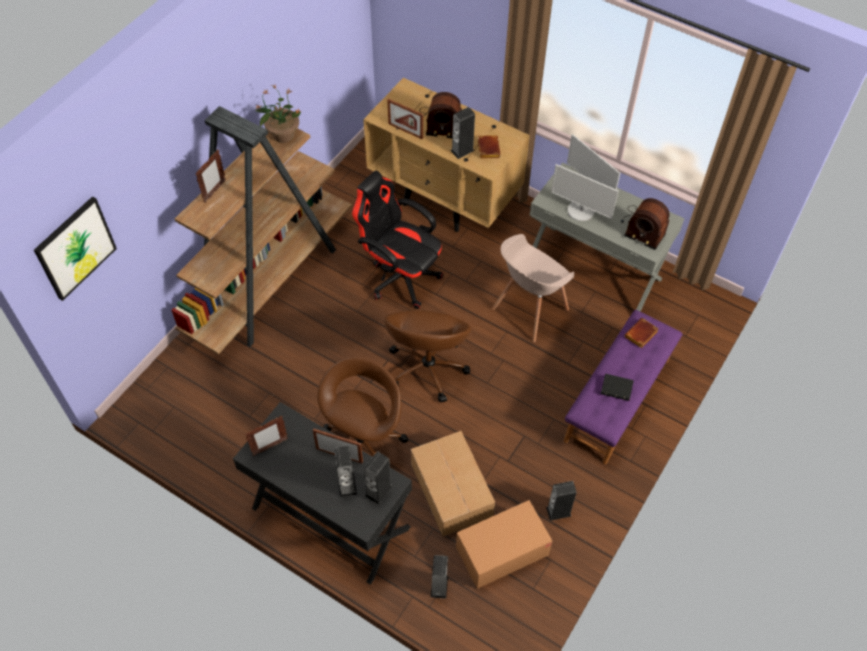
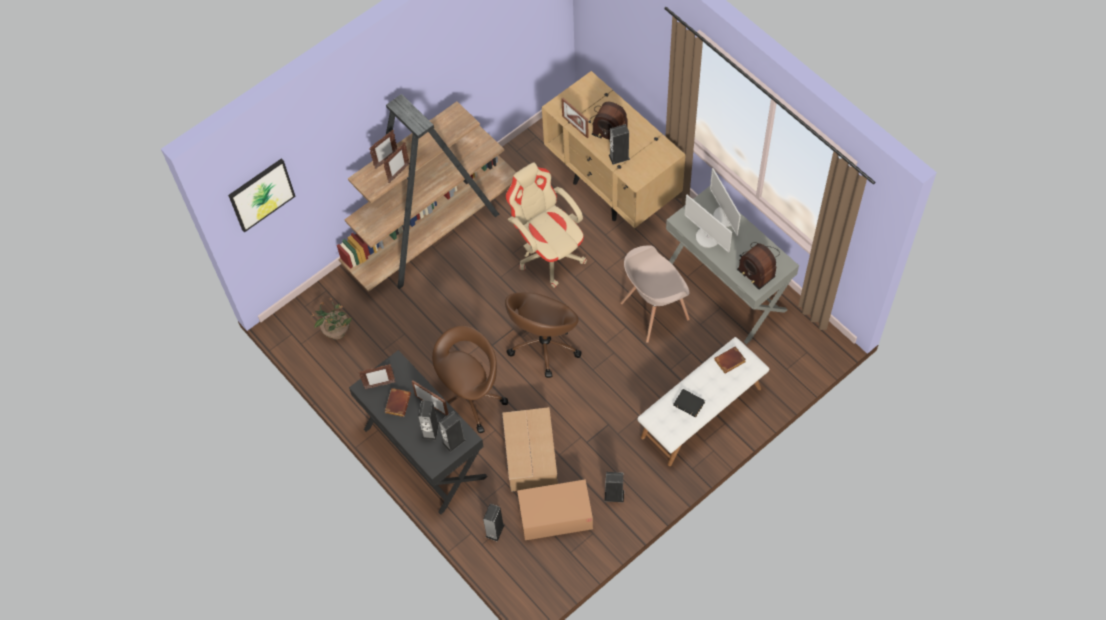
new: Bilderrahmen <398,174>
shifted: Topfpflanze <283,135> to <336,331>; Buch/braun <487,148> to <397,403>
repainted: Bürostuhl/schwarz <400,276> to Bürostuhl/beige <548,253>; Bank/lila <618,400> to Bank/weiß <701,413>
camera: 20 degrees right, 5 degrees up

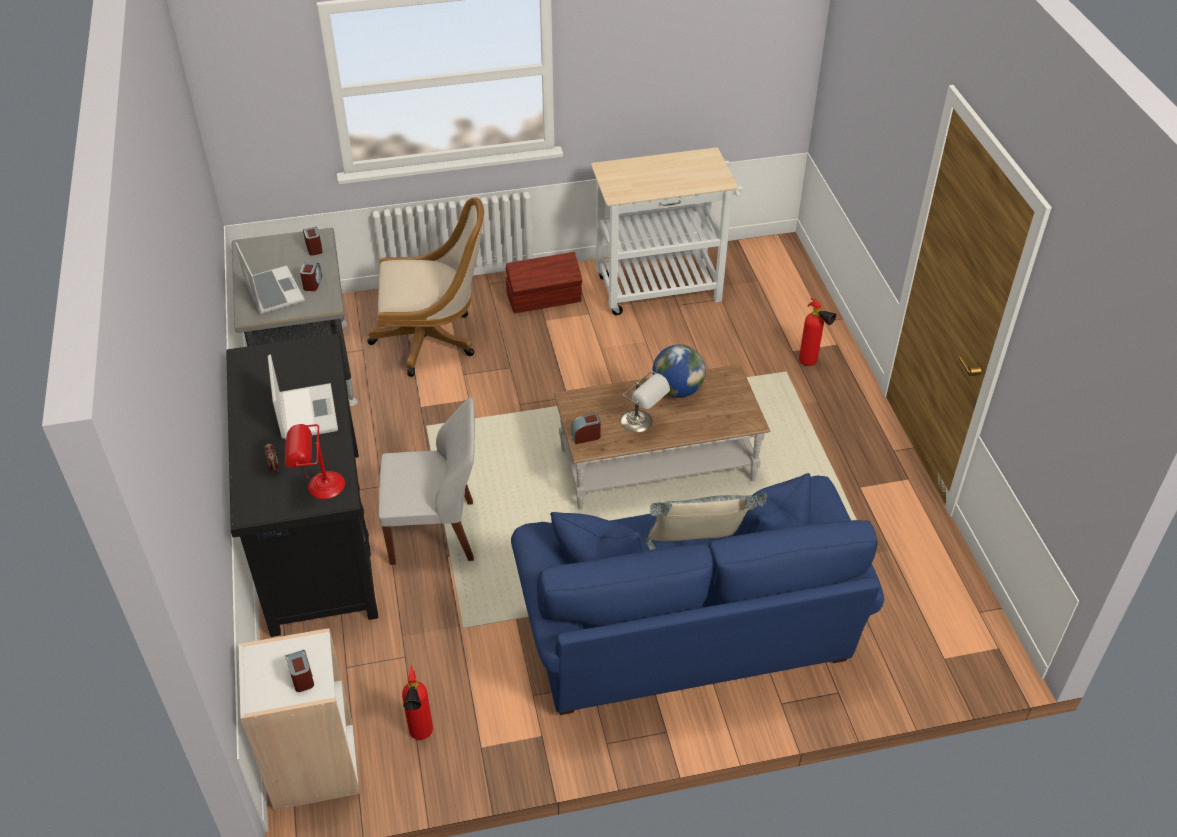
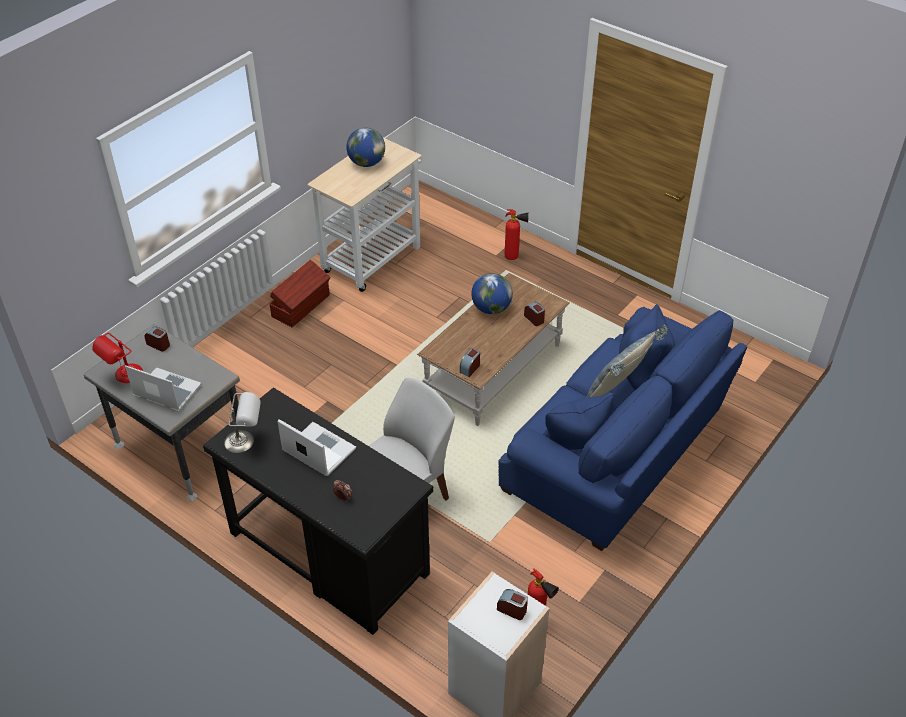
gone: Bürostuhl <433,339>
new: Globus <366,163>
shifted: Wecker <312,283> to <534,319>; Tischlampe/weiß <642,423> to <245,440>; Tischlampe/rot <318,486> to <124,376>
camera: 40 degrees left, 0 degrees up

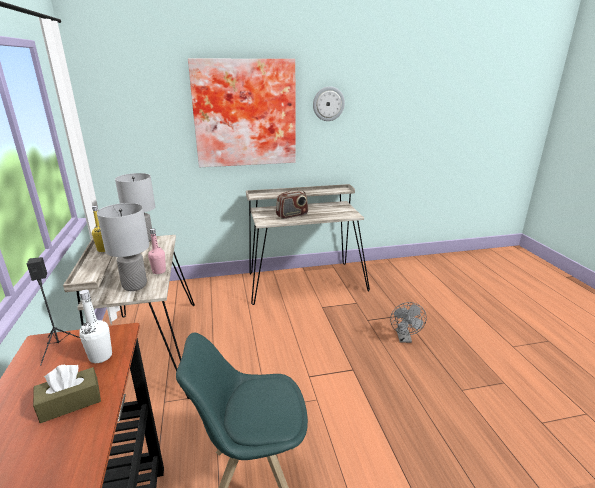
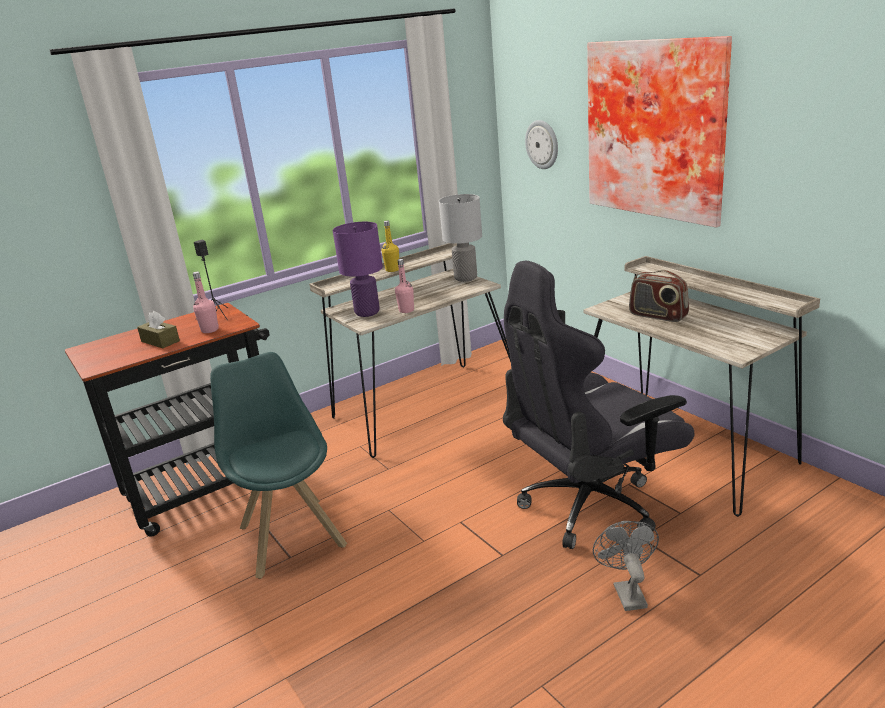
new: Bürostuhl/schwarz <595,503>
shifted: Wanduhr <328,104> to <542,144>
repainted: Tischlampe/grau <134,287> to Tischlampe/lila <367,314>; Flasche/weiß <100,356> to Flasche/rosa <210,330>
rotated: Ventilator/grau <404,339> = <627,592> 105 degrees clockwise
camera: 70 degrees right, 0 degrees up

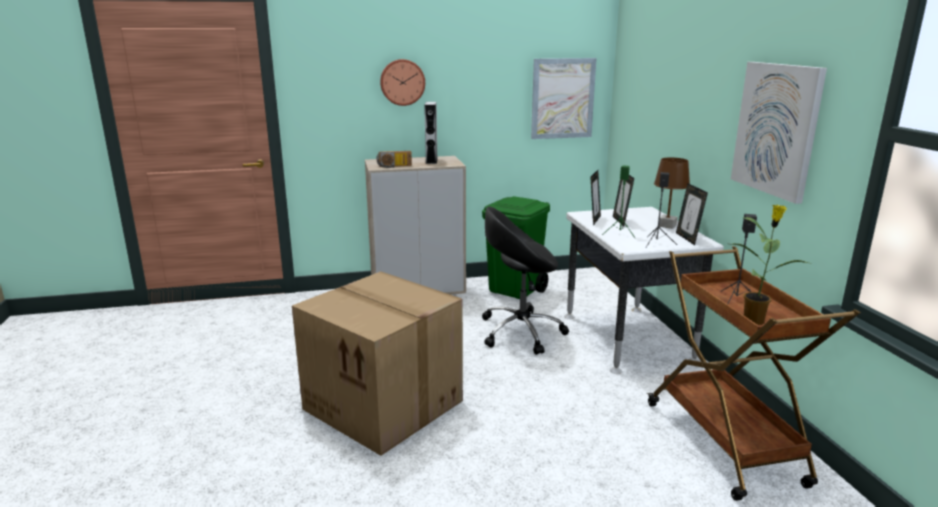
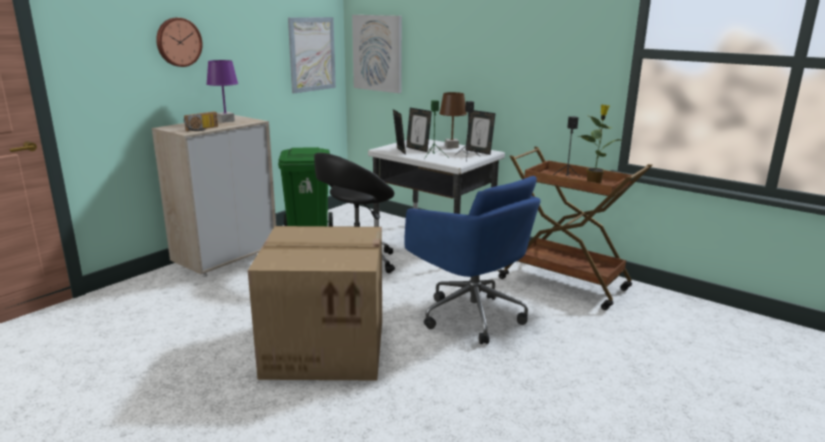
new: Bürostuhl/blau <468,315>
shifted: Bild <776,129> to <378,53>
swapped: Lautsprecher/grau <431,161> to Tischlampe/lila <226,121>
camera: 40 degrees left, 0 degrees up

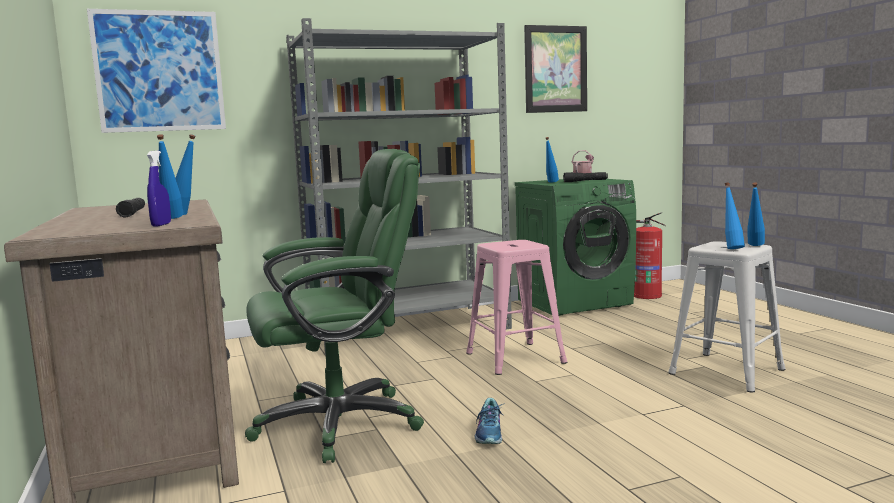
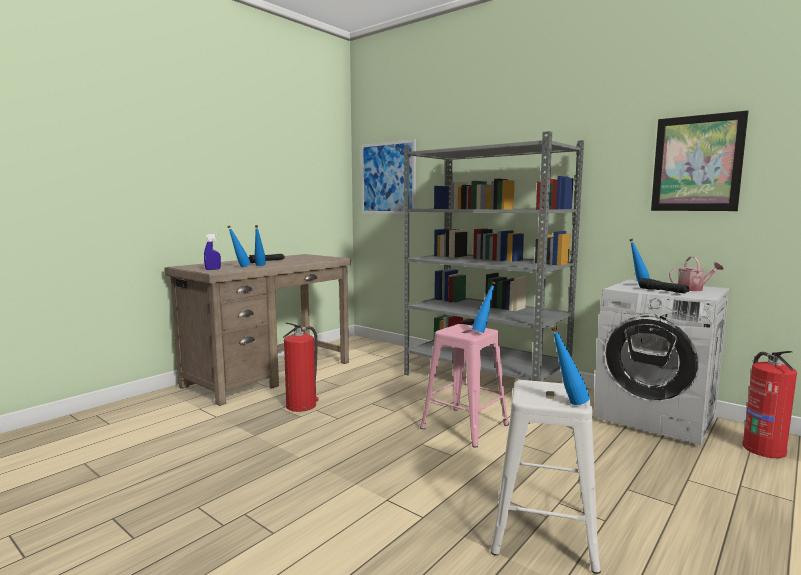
gone: Schuh <490,433>
shifted: Flasche/blau <731,248> to <483,332>
swapped: Bürostuhl/grün <338,423> to Feuerlöscher <302,405>
repainted: Waschmaschine/grün <574,304> to Waschmaschine/weiß <655,420>
camera: 60 degrees right, 0 degrees up

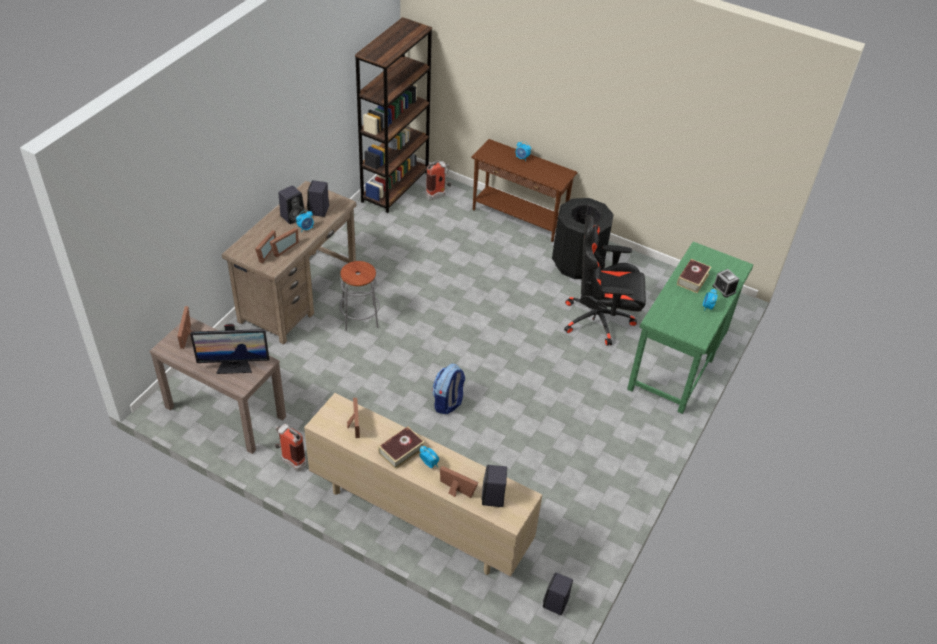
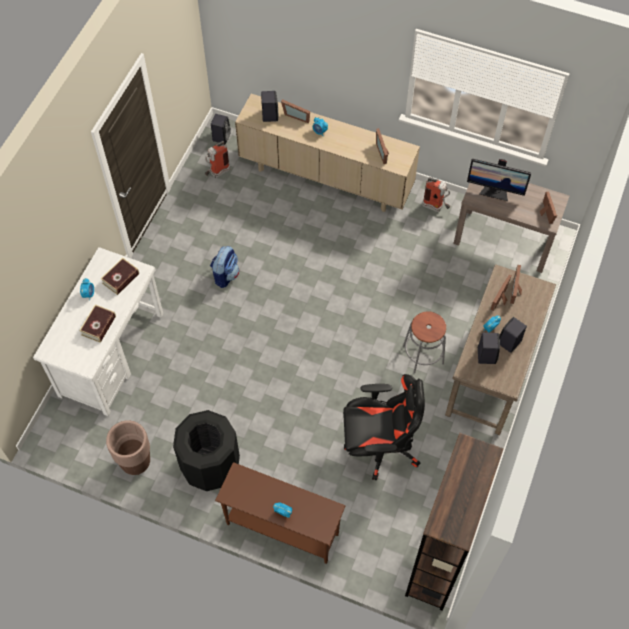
gone: Wecker <724,289>
new: Pflanzkübel/braun <135,462>
shifted: Feuerlöscher <438,195> to <217,173>; Bürostuhl/schwarz <602,321> to <378,447>; Rucksack <448,402> to <225,275>; Buch <401,451> to <121,278>
repainted: Schreibtisch/grün <679,360> to Schreibtisch/weiß <111,354>
rotated: Monitor <234,366> = <494,191> 150 degrees counterclockwise
camera: 175 degrees right, 15 degrees up

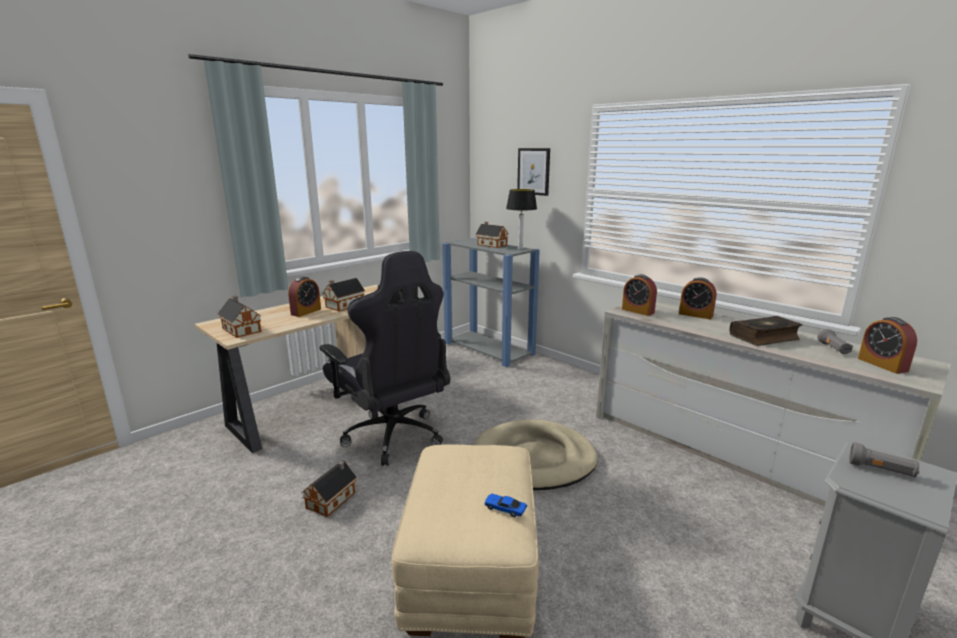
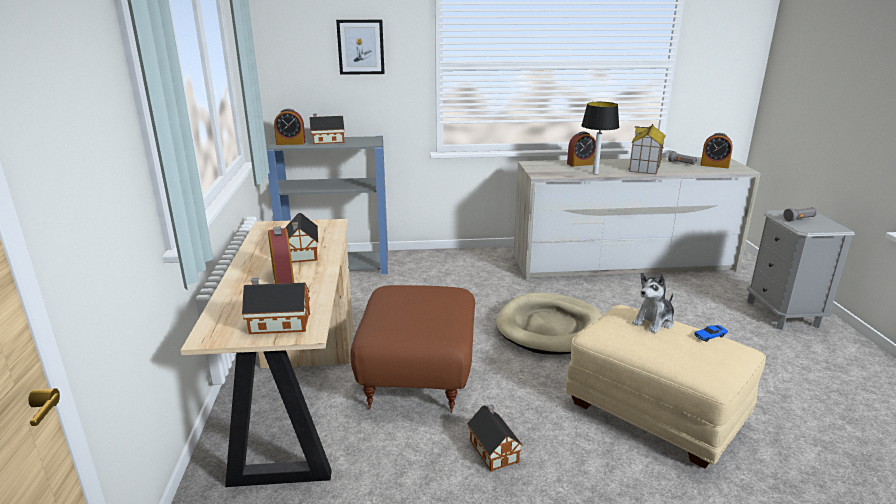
new: Plüschtier <654,322>
shifted: Tischlampe <520,249> to <595,173>; Wecker <637,311> to <291,143>
swapped: Bürostuhl/schwarz <390,434> to Polsterhocker/braun <419,377>; Buch <764,337> to Spielzeughaus <645,167>
camera: 50 degrees left, 5 degrees up

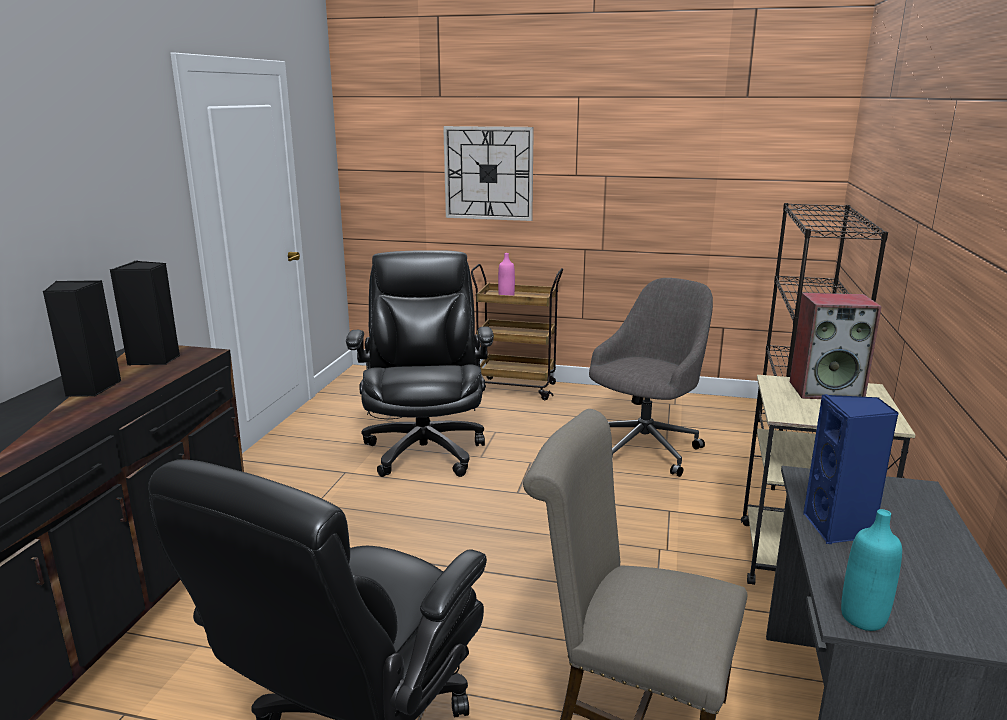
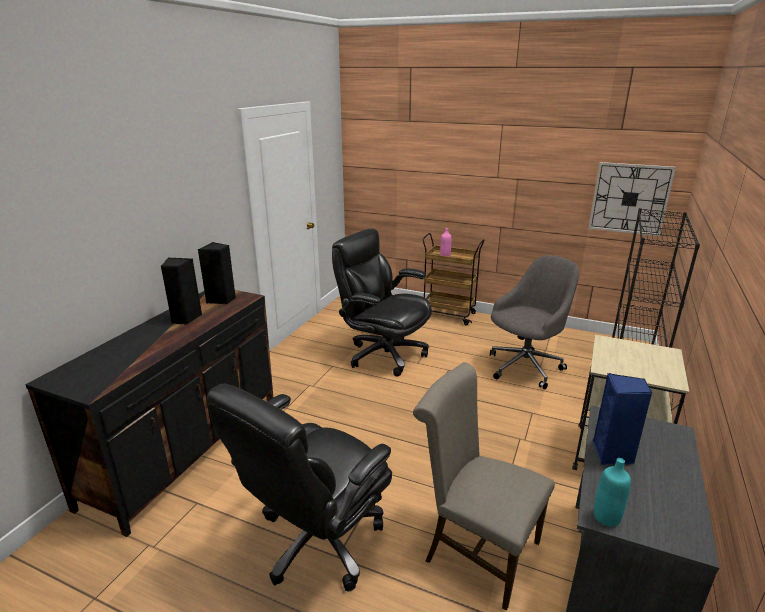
gone: Lautsprecher <826,390>
shifted: Wanduhr <488,173> to <629,198>
rotated: Bürostuhl/schwarz <425,449> = <383,354> 60 degrees counterclockwise
camera: 10 degrees right, 5 degrees up

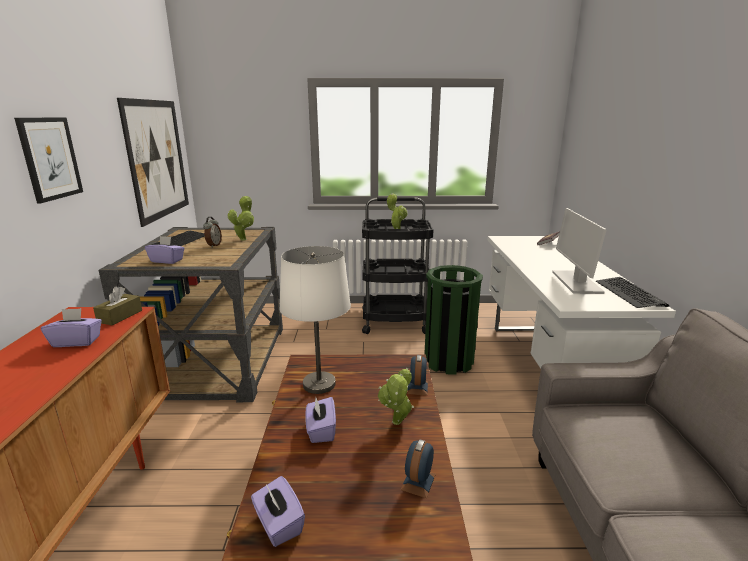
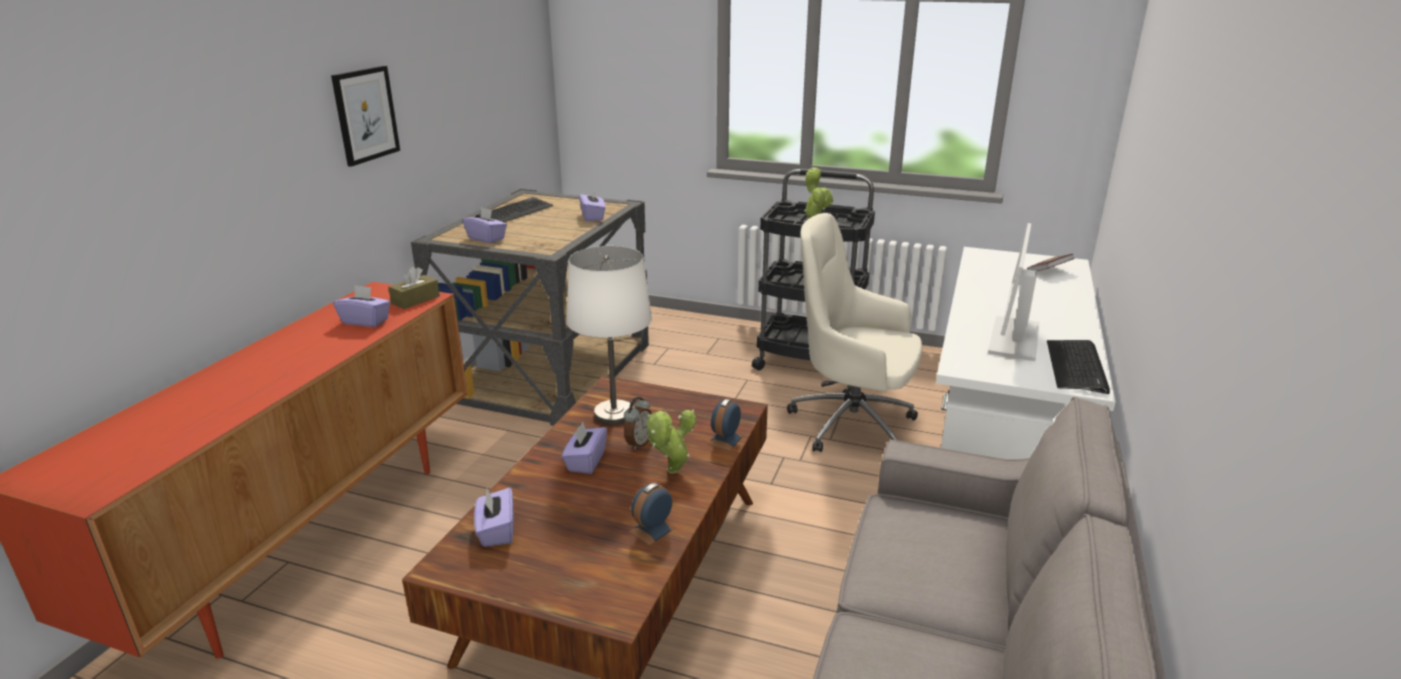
gone: Bild <157,159>
shifted: Wecker <213,245> to <638,443>
swapped: Topfpflanze <244,239> to Taschentuchbox/lila <593,217>; Mülleimer/grün <448,361> to Bürostuhl/beige <851,427>
camera: 20 degrees right, 5 degrees up

